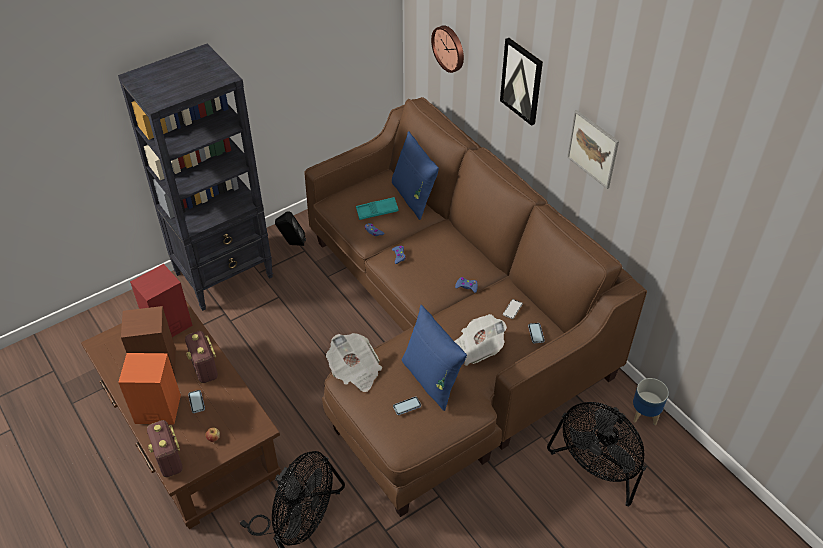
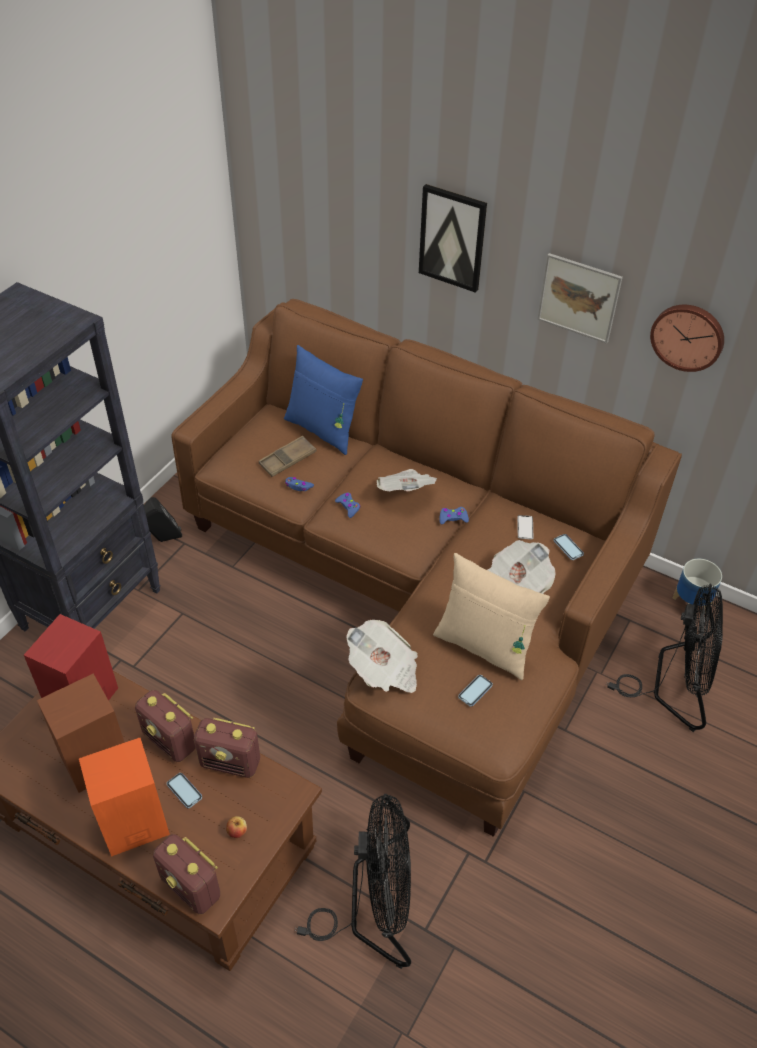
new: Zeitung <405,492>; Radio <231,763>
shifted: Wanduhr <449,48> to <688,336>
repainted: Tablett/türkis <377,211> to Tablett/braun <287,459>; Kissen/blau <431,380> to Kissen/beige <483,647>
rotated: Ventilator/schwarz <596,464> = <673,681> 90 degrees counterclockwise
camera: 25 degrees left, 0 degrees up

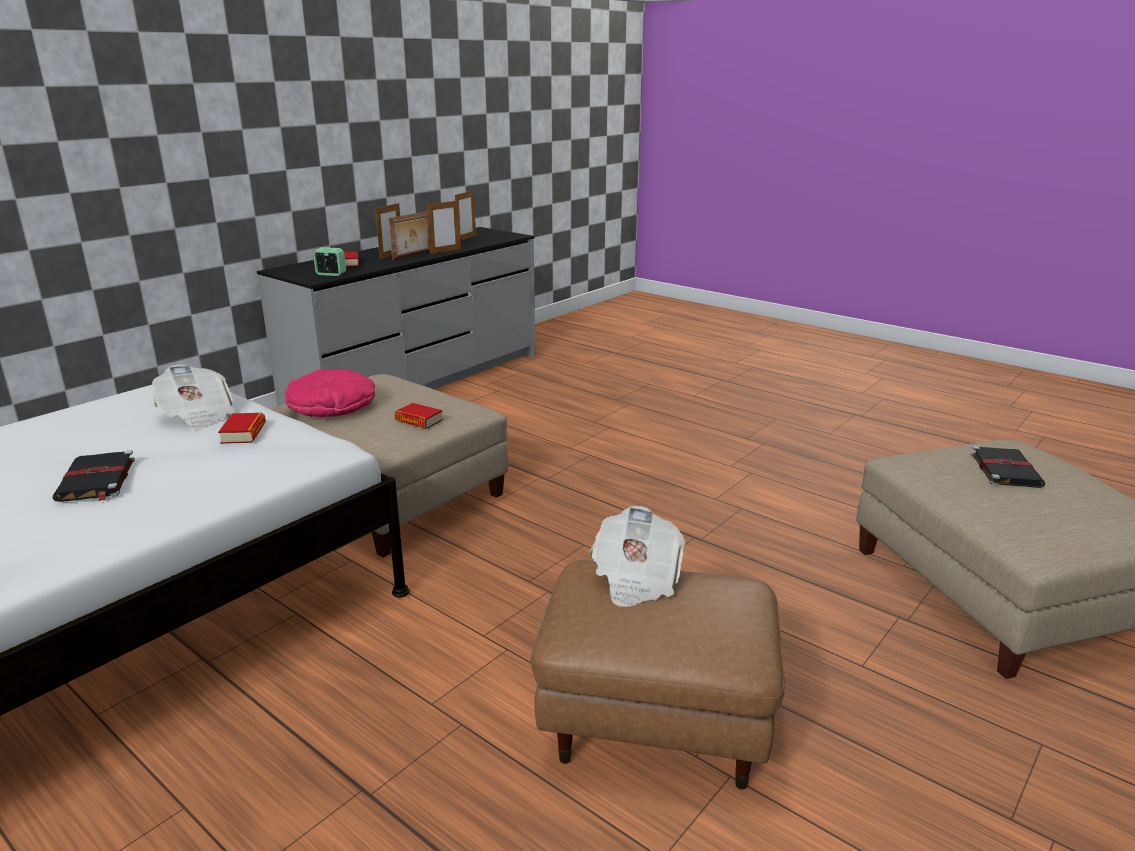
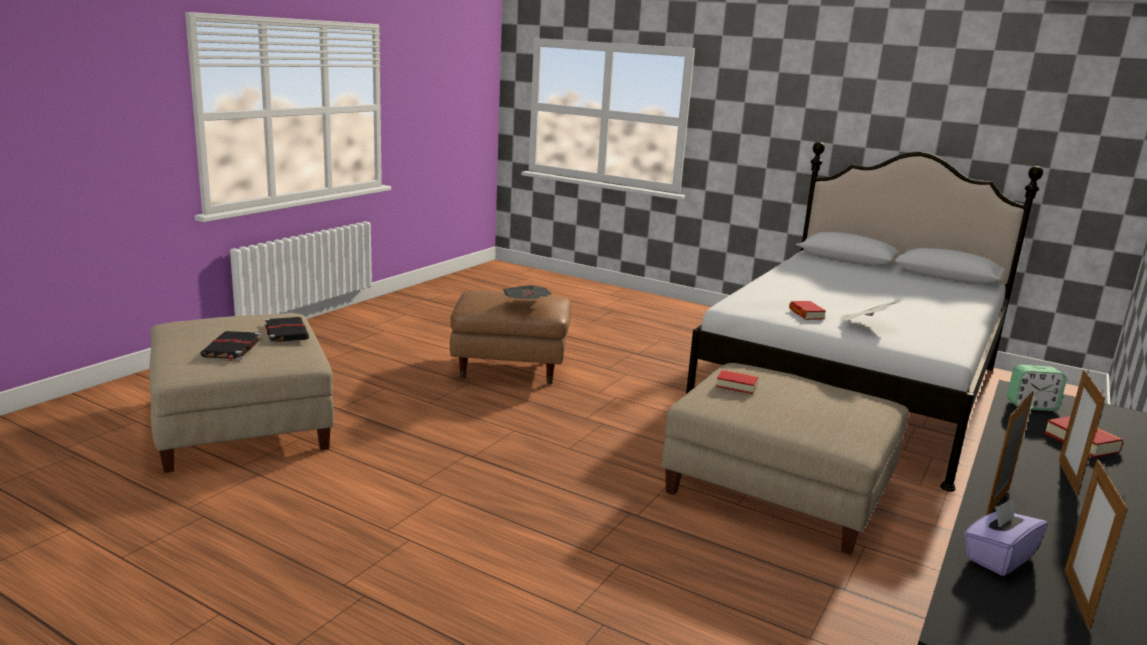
gone: Bilderrahmen <412,256>; Kissen/rosa <330,407>
new: Taschentuchbox/lila <998,557>
shifted: Buch/schwarz <96,480> to <286,331>
camera: 170 degrees right, 5 degrees down

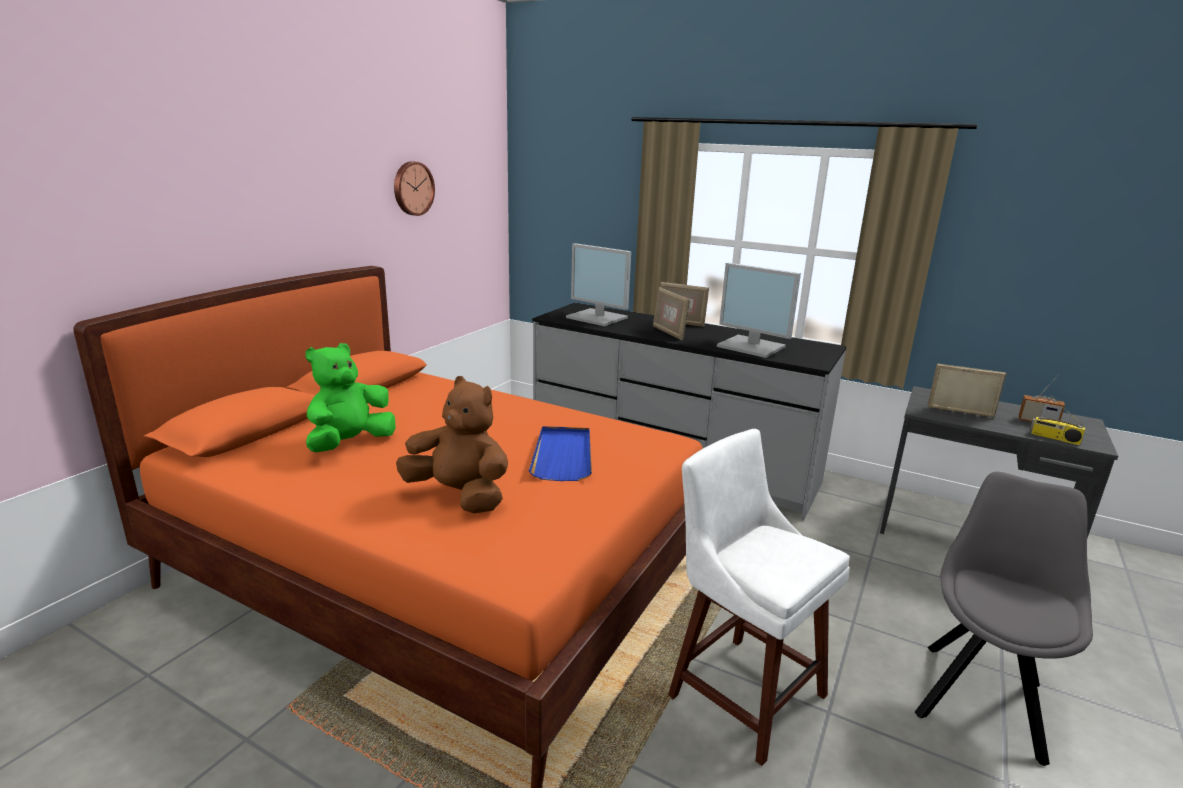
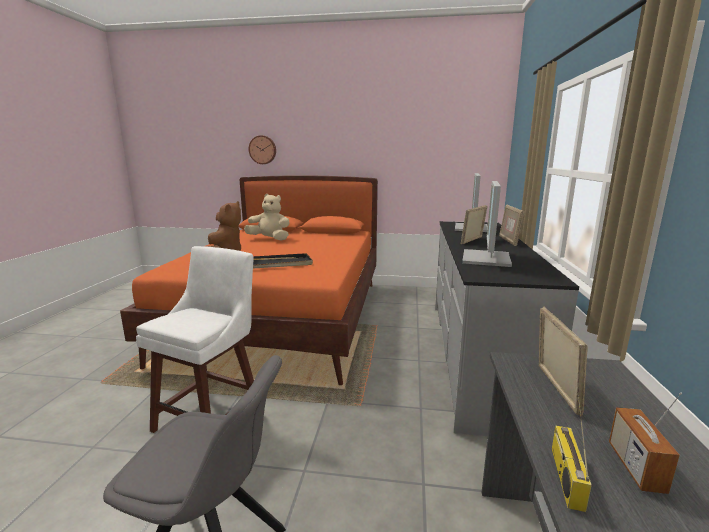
shifted: Wanduhr <412,188> to <263,150>
repainted: Plüschtier/grün <350,443> to Plüschtier/beige <270,239>; Tablett/blau <563,456> to Tablett/schwarz <281,263>
camera: 70 degrees right, 5 degrees down

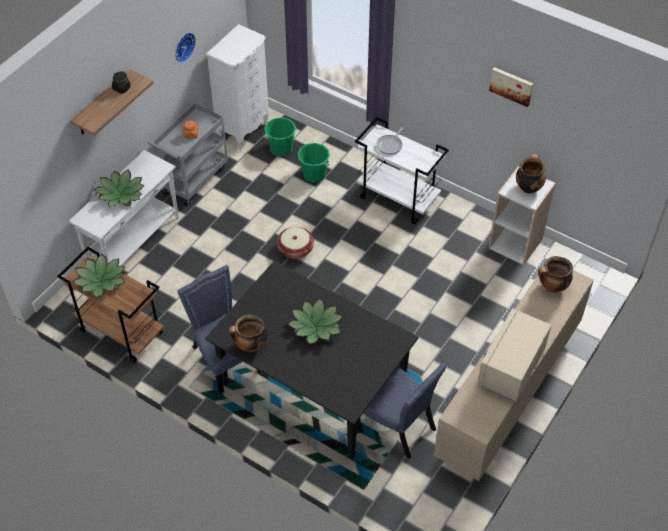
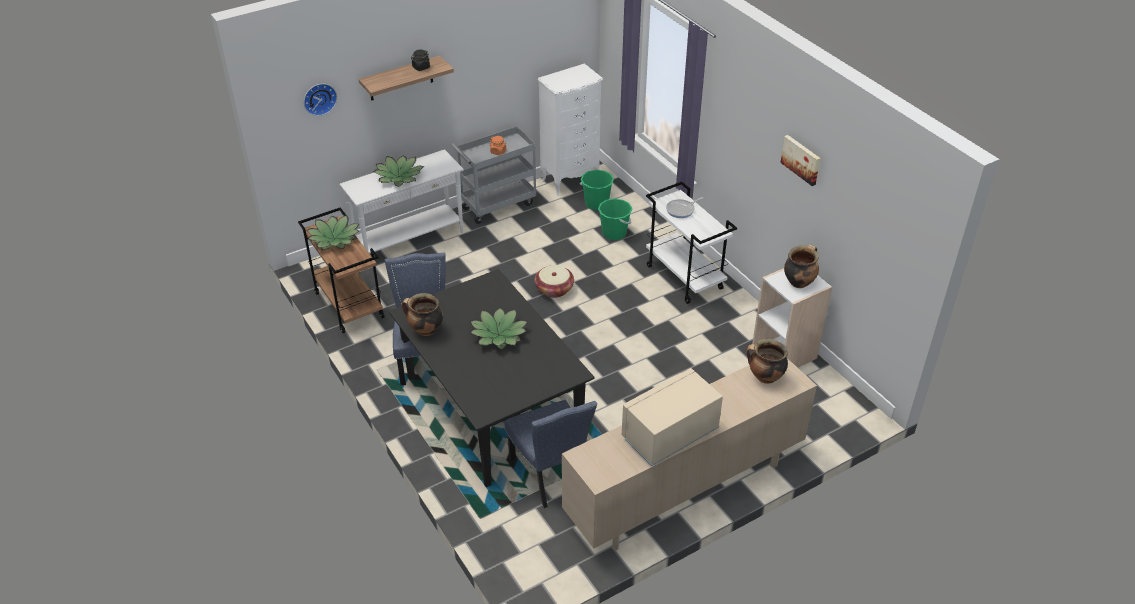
shifted: Wanduhr <183,46> to <319,98>
camera: 25 degrees right, 10 degrees down

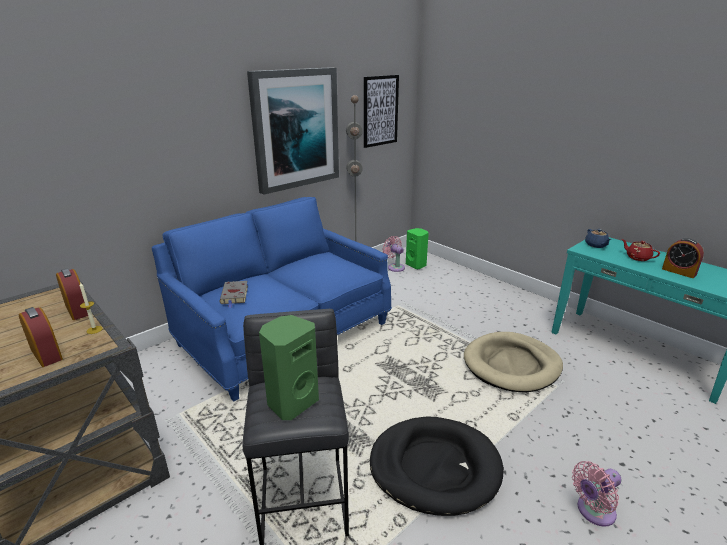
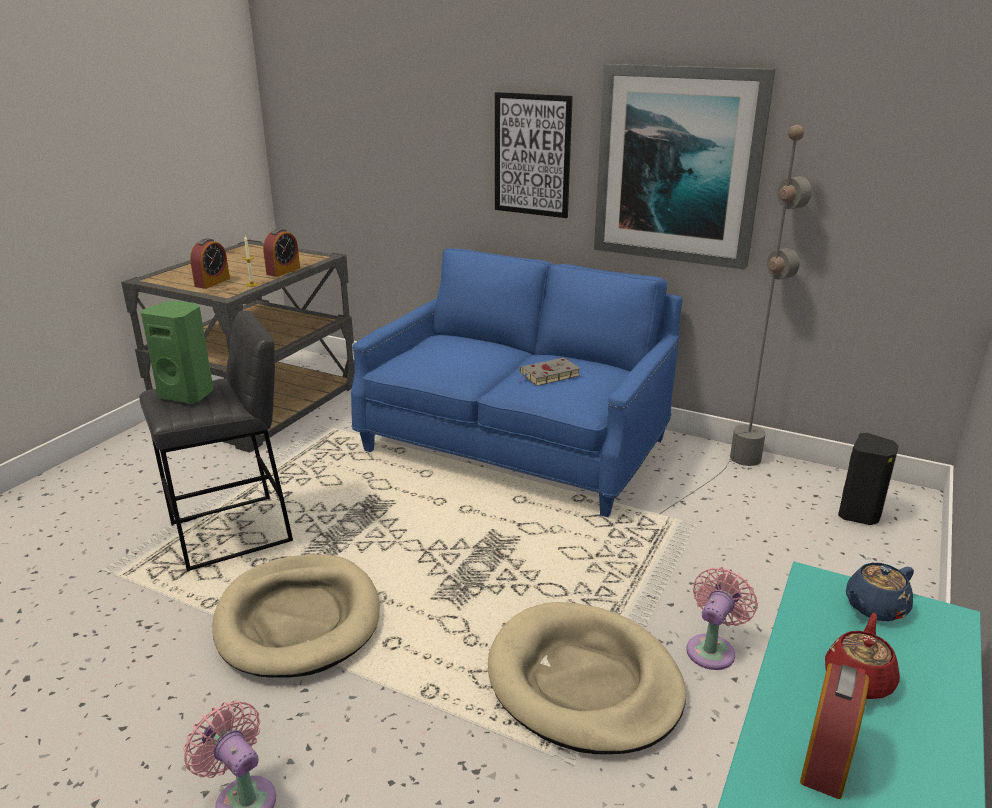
shifted: Bild <380,111> to <532,155>; Ventilator/rosa <395,267> to <712,649>; Buch/grau <234,295> to <548,375>
repainted: Lautsprecher/grün <416,265> to Lautsprecher/schwarz <860,514>; Hundebett/schwarz <434,467> to Hundebett/beige <298,619>
camera: 70 degrees right, 0 degrees up

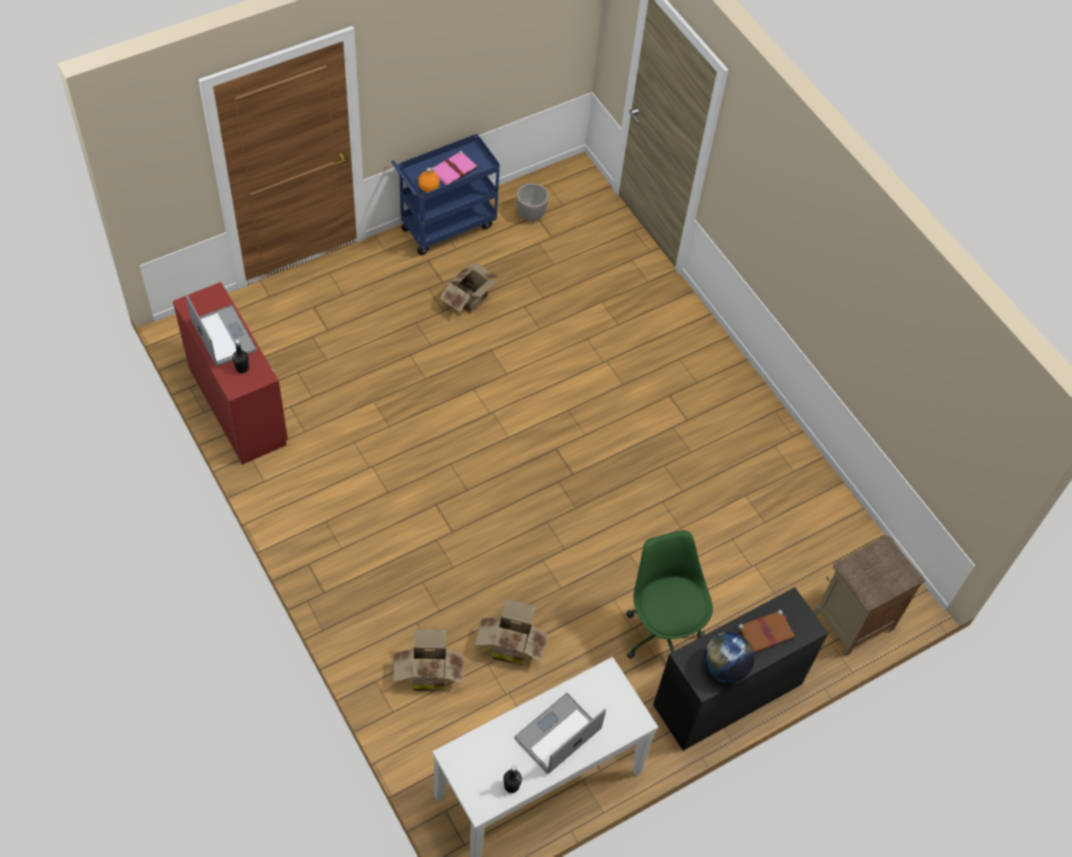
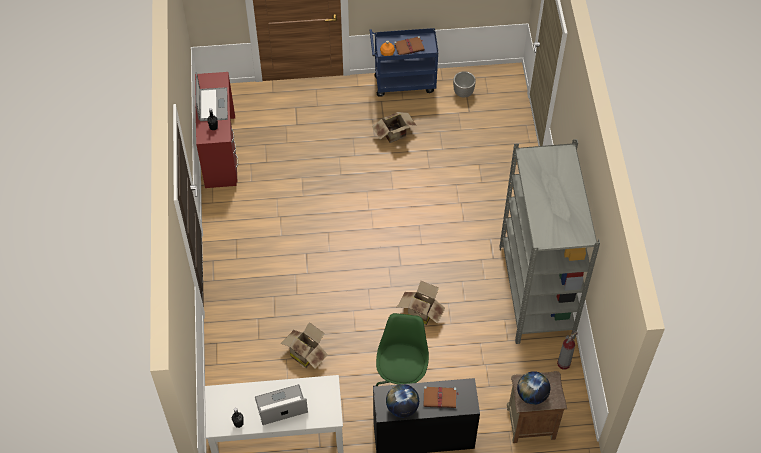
new: Bücherregal/grau <536,292>; Feuerlöscher <563,363>; Globus <532,395>
shifted: Karton <428,673> to <421,312>
repainted: Buch/rosa <454,169> to Buch/braun <409,47>
camera: 30 degrees right, 0 degrees up

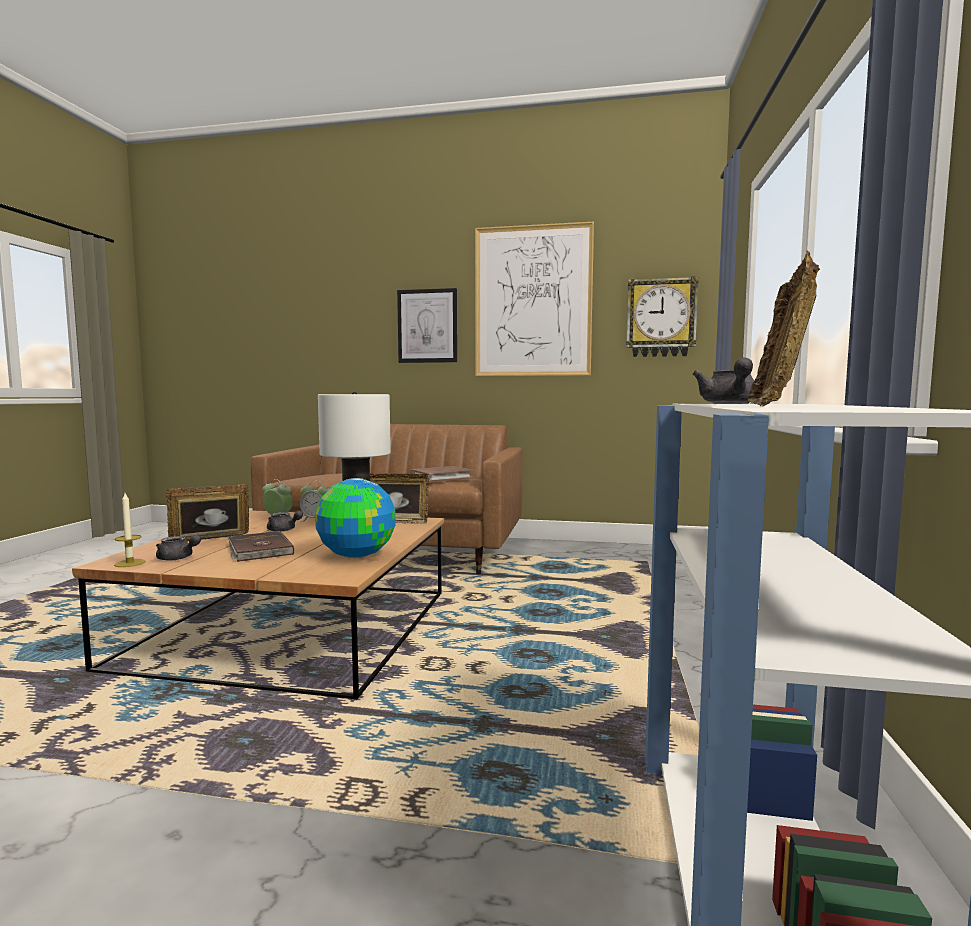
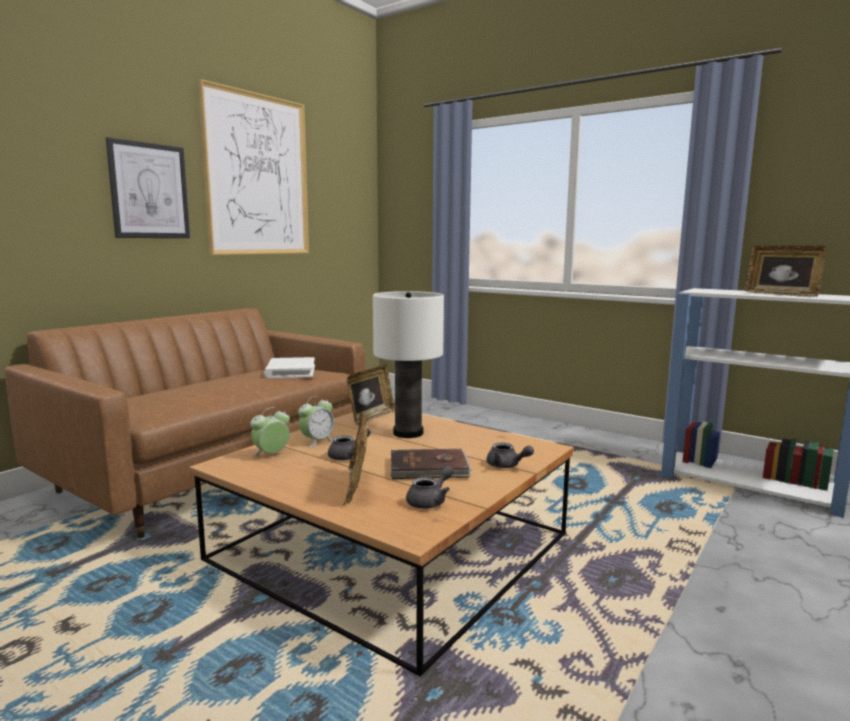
gone: Wanduhr <661,318>; Globus <357,556>; Kerze <130,563>
shifted: Teekanne/grau <730,403> to <506,466>
repainted: Buch/braun <441,477> to Buch/weiß <290,371>
camera: 65 degrees left, 5 degrees up

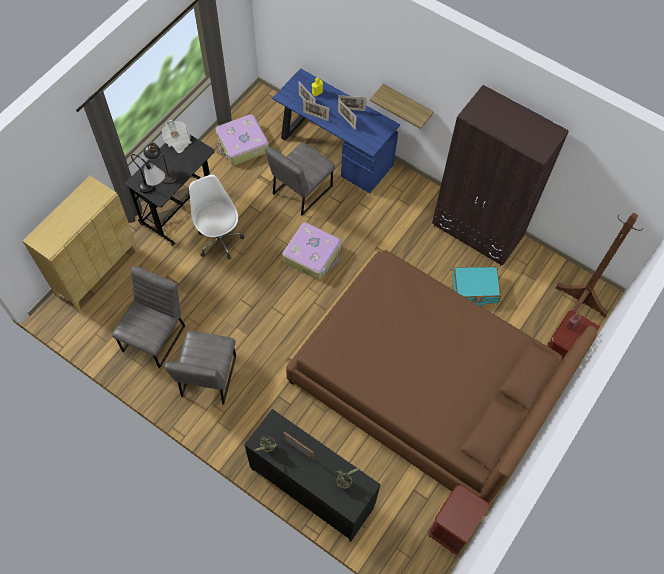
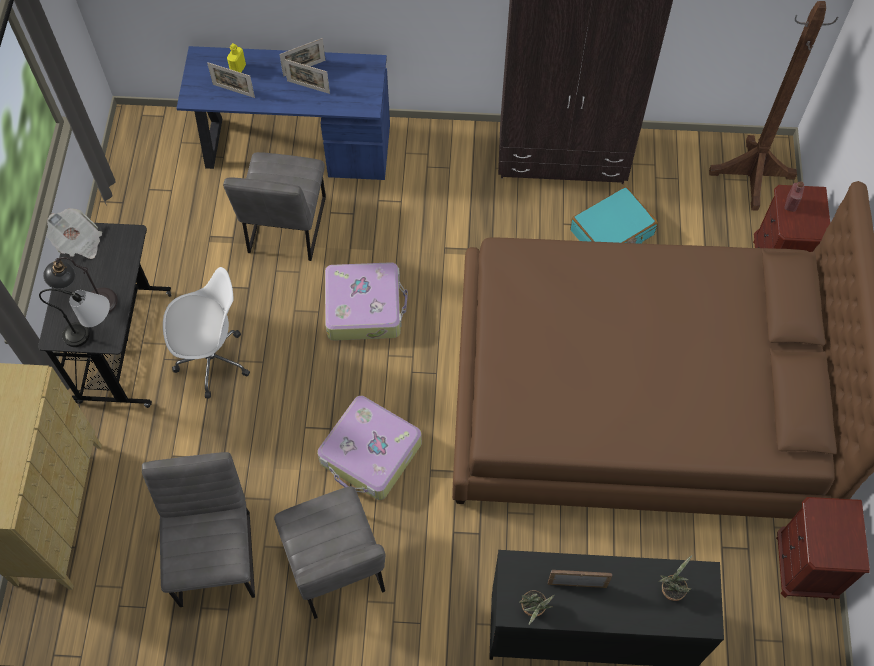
gone: Wandregal <407,104>; Bilderrahmen <315,116>
shifted: Koffer <242,145> to <370,454>
rotated: Bürostuhl/weiß <219,240> = <215,361> 135 degrees clockwise
camera: 30 degrees left, 0 degrees up

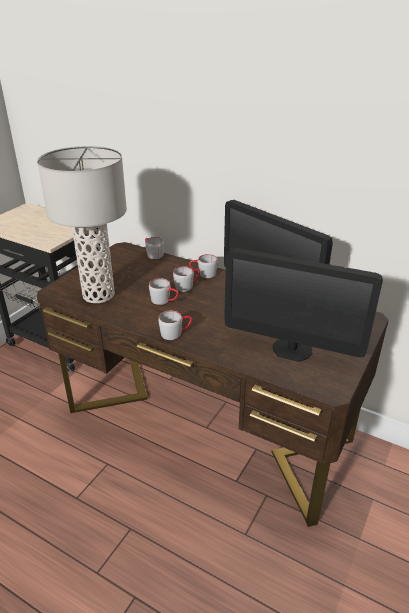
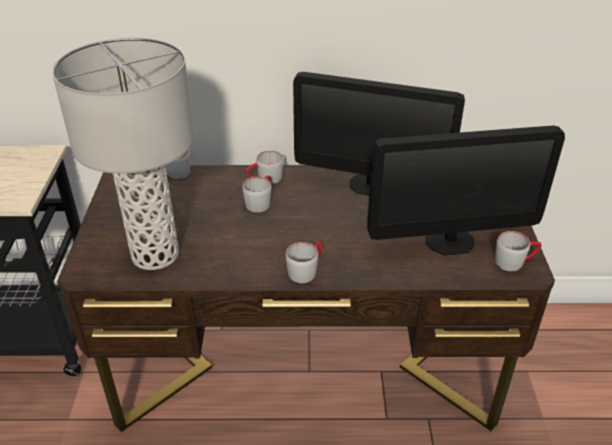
shifted: Henkelbecher/grau <164,301> to <515,261>
camera: 30 degrees left, 5 degrees up

